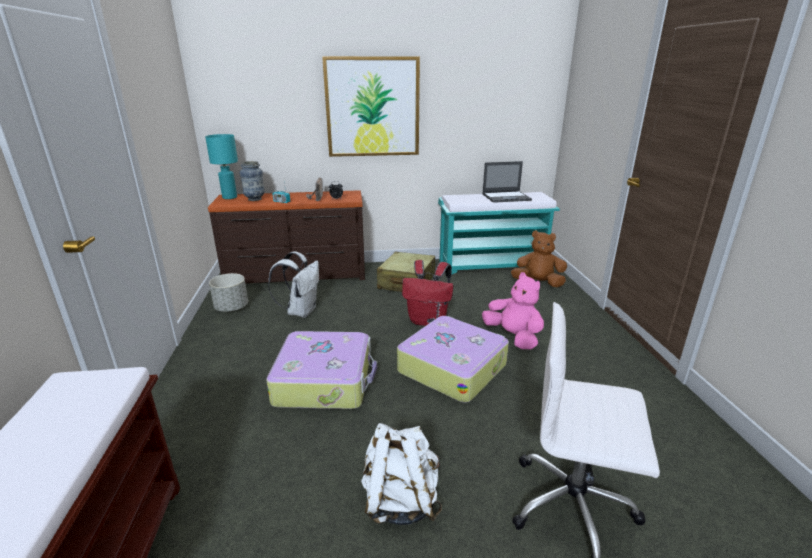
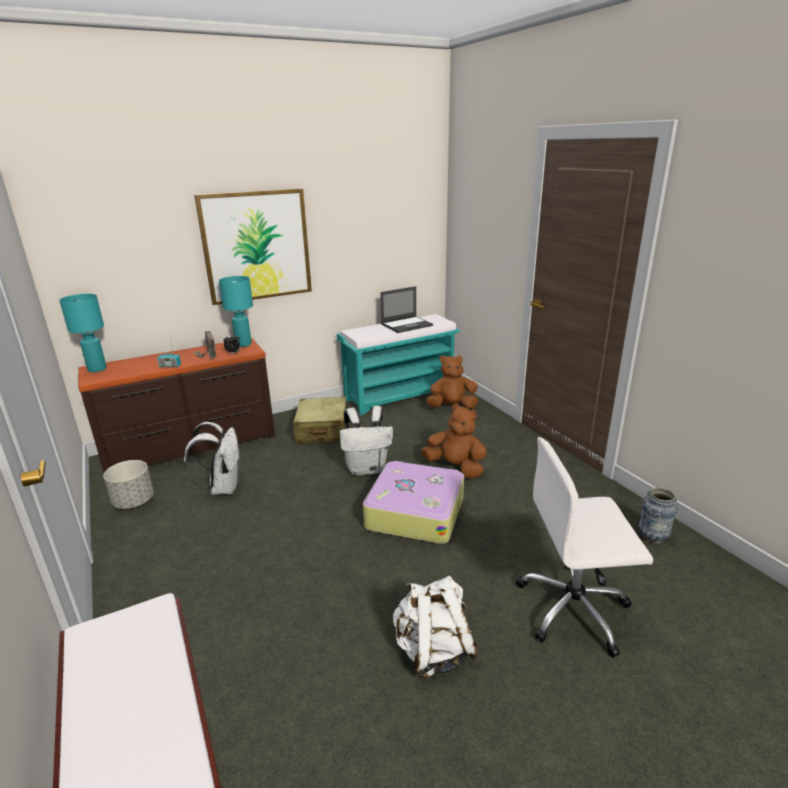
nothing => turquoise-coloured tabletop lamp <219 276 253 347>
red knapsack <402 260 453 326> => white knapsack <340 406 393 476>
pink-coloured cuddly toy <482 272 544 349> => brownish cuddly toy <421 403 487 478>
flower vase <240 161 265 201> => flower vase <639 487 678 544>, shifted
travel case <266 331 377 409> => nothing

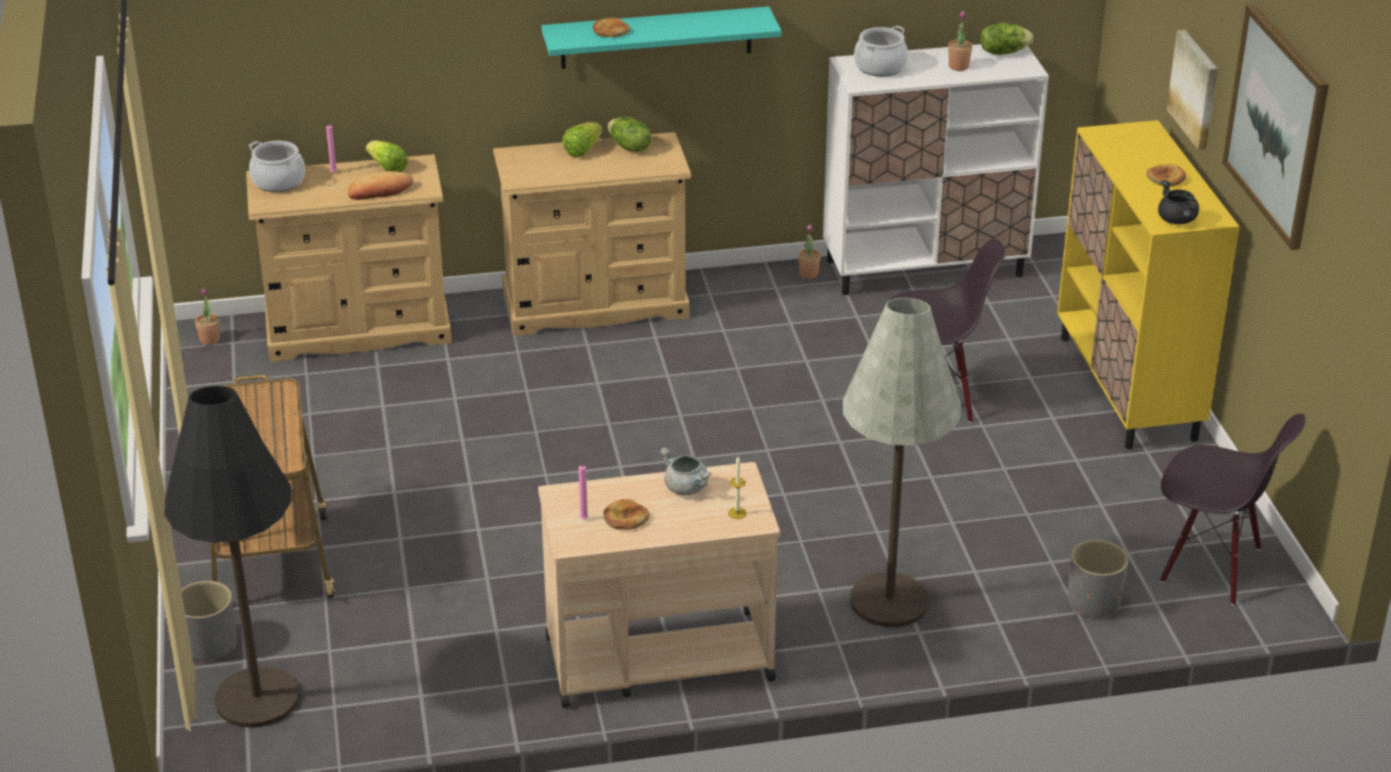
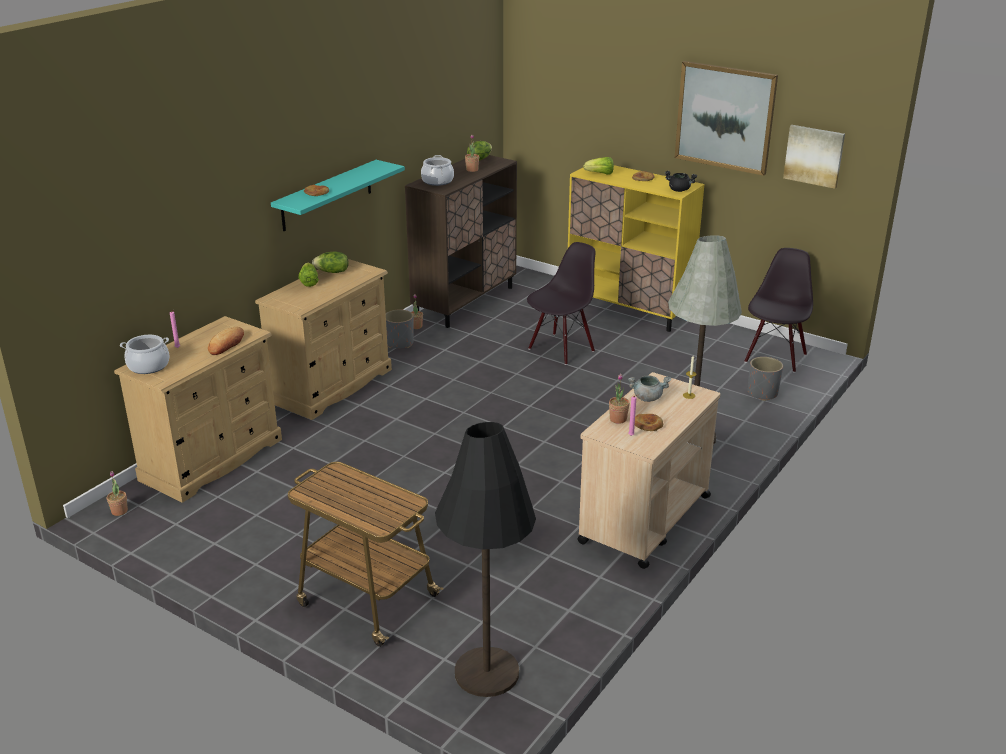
gray plant pot <181 581 237 663> => gray plant pot <386 310 414 348>, shifted
white cupboard <823 44 1049 295> => brownish cupboard <405 155 517 328>
lettuce head <366 141 408 172> => lettuce head <583 157 614 175>, shifted
nothing => potted plant <609 374 630 424>
blackish plain chair <1160 413 1305 606> => blackish plain chair <744 248 813 373>, 45 degrees counterclockwise
wall picture <1167 30 1218 150> => wall picture <783 125 845 189>, shifted

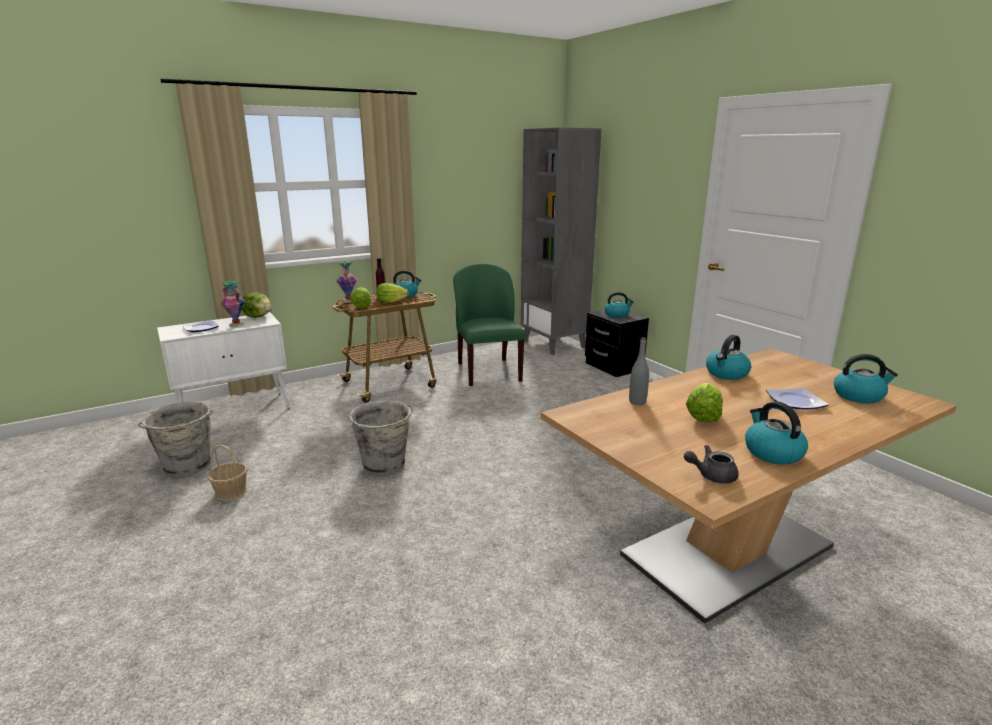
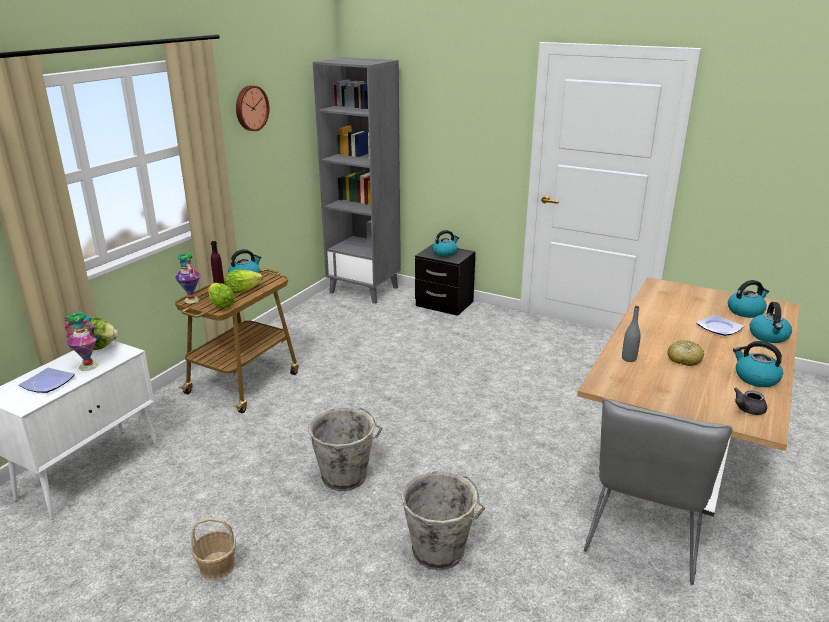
nothing => hanging clock <236 85 269 131>
gray bucket <137 402 213 477> => gray bucket <401 471 485 570>, shifted
nothing => gray plain chair <584 398 733 585>
lettuce head <686 383 723 422> => bread <667 340 704 366>
water kettle <706 335 751 380> => water kettle <750 302 792 343>, shifted
green-coloured plain chair <453 264 526 386> => nothing

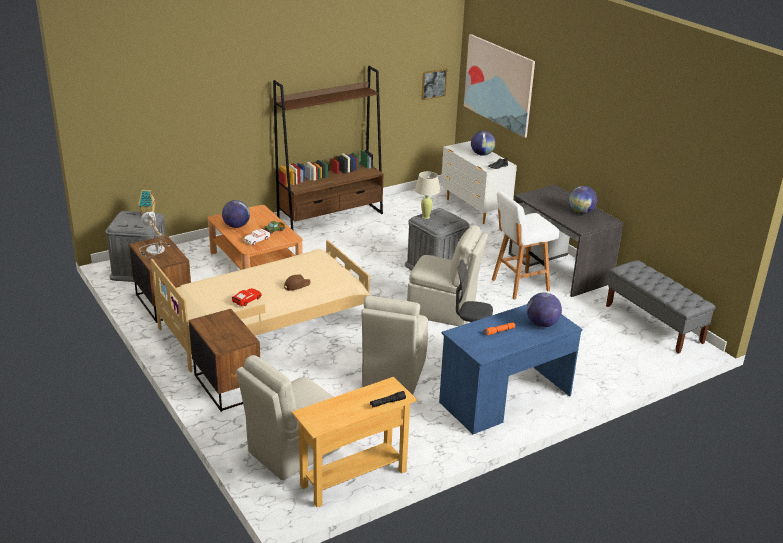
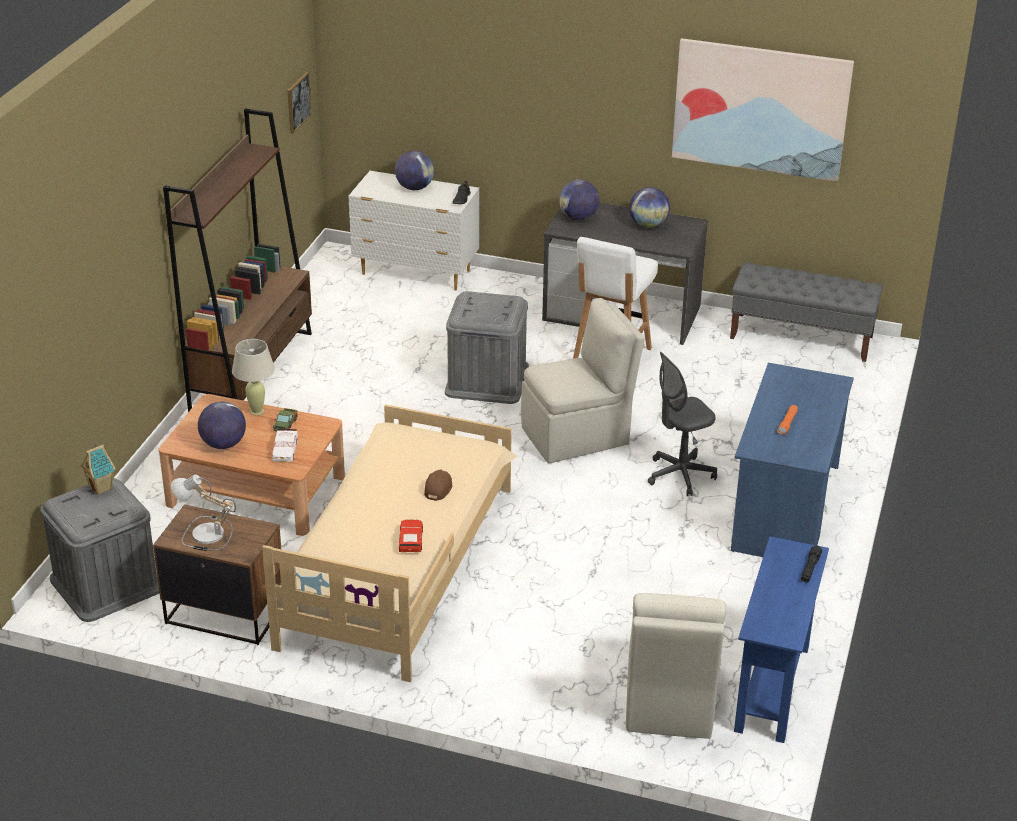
beige-coloured tabletop lamp <415 171 440 219> => beige-coloured tabletop lamp <232 339 275 415>, shifted
globe <527 292 562 327> => globe <559 180 600 220>, shifted
wall picture <464 34 535 138> => wall picture <672 38 854 182>, shifted
beige-coloured hall table <292 377 417 507> => bluish hall table <734 536 829 743>
brownish bedside table <189 309 260 412> => nothing
beige-coloured plain chair <362 296 428 395> => nothing

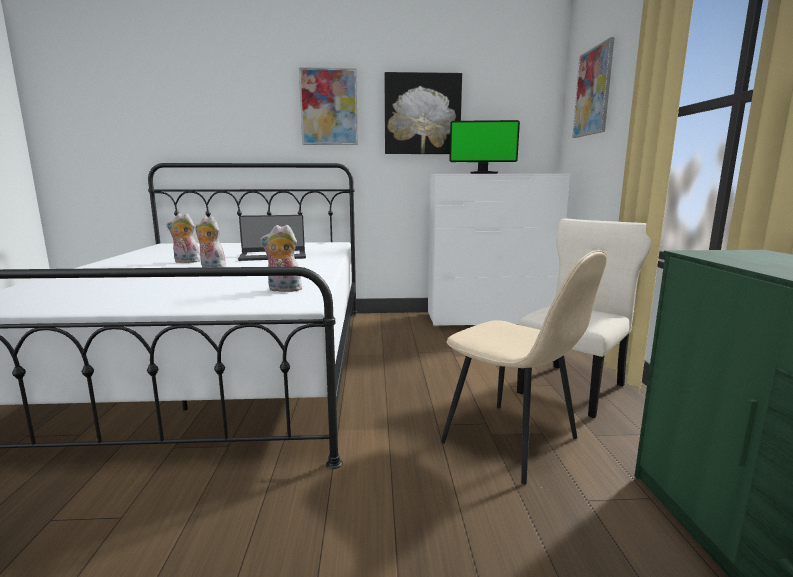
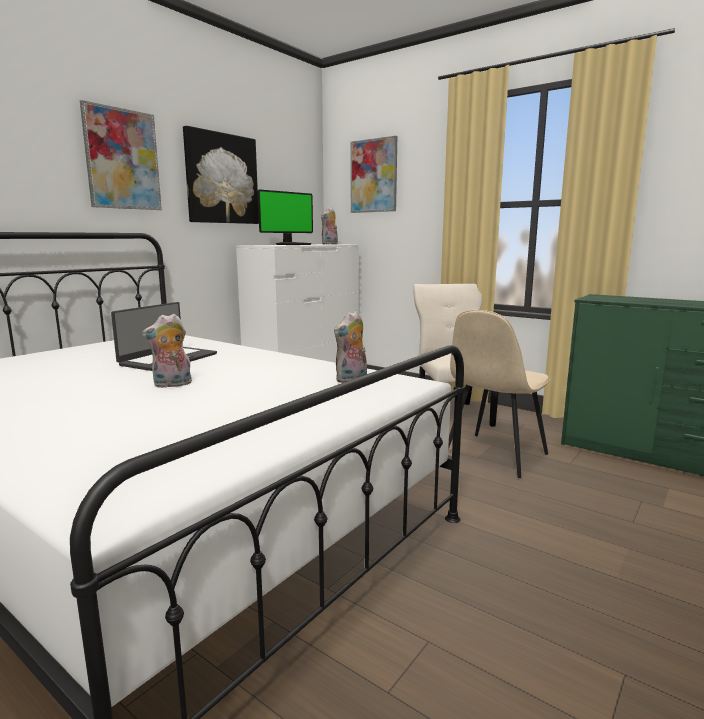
cuddly toy <167 213 201 263> => cuddly toy <321 207 338 244>, shifted
beige-coloured plain chair <441 250 607 485> => beige-coloured plain chair <448 310 550 478>, 135 degrees clockwise

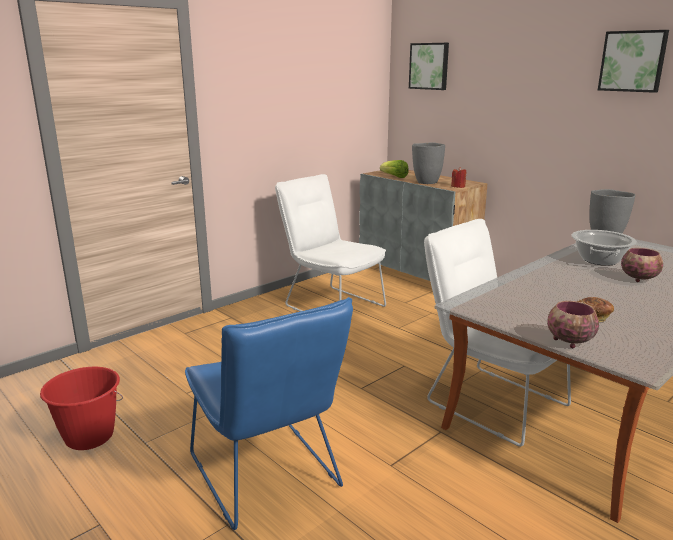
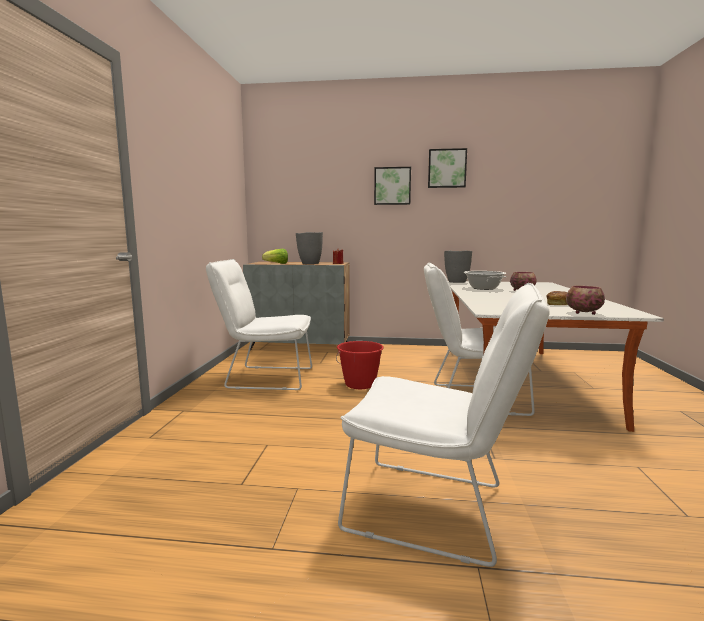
red bucket <40 367 123 450> => red bucket <336 341 384 389>, shifted
bluish plain chair <185 297 353 530> => white plain chair <338 283 549 567>
wall picture <409 43 449 90> => wall picture <374 167 411 205>, shifted

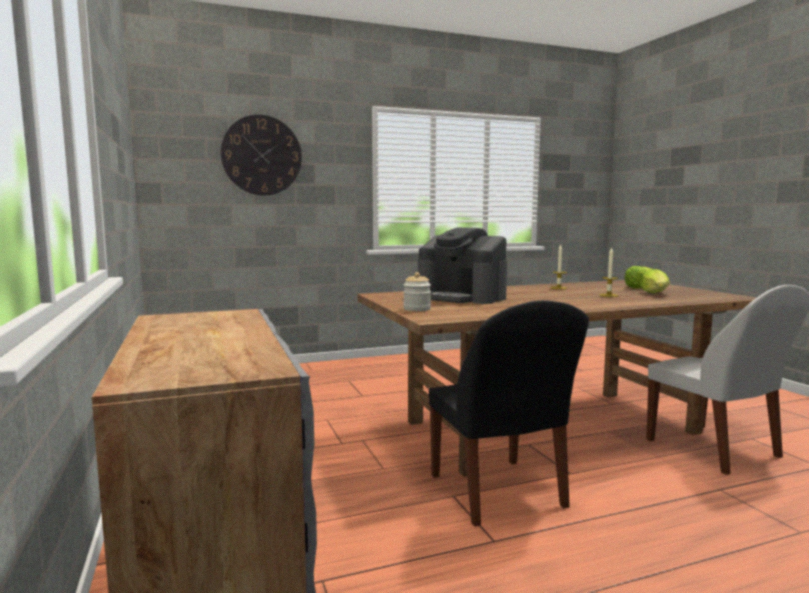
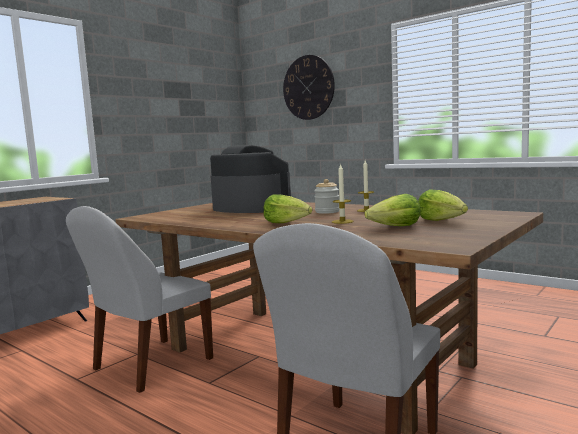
blackish plain chair <429 300 589 527> => white plain chair <66 206 213 393>
coffee brewer <418 227 507 304> => coffee brewer <210 145 291 213>, 120 degrees clockwise
nothing => lettuce head <264 194 312 223>
preserve jar <403 272 431 311> => preserve jar <314 179 339 214>, shifted

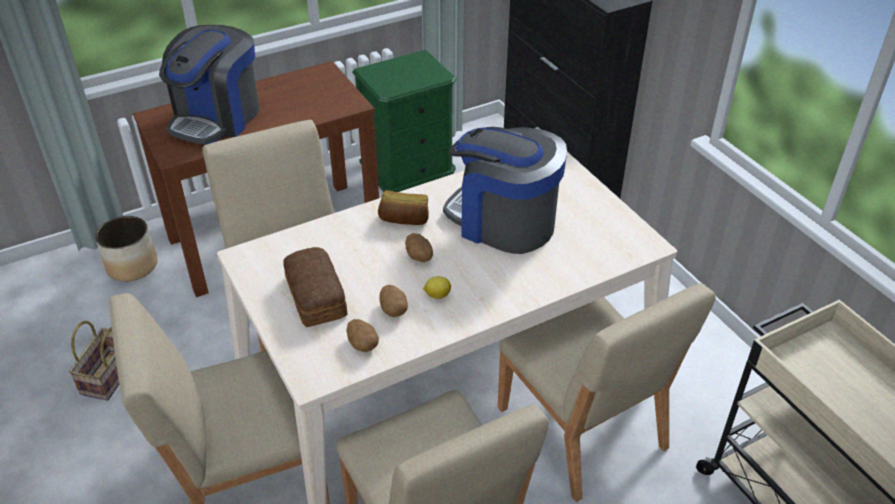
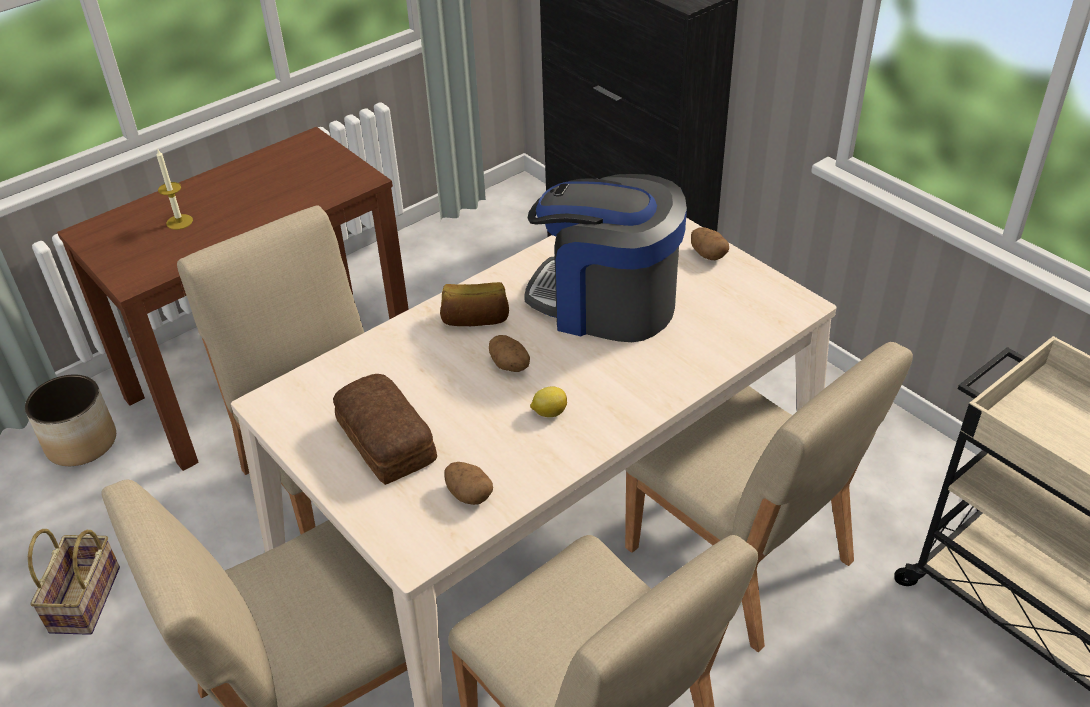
coffee brewer <159 25 259 145> => candle <157 148 193 230>
potato <379 285 408 317> => potato <691 227 729 260>, shifted
green-coloured bedside table <352 50 456 192> => nothing

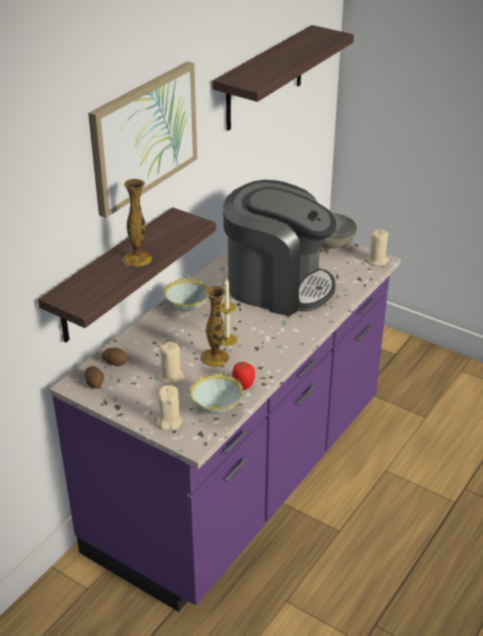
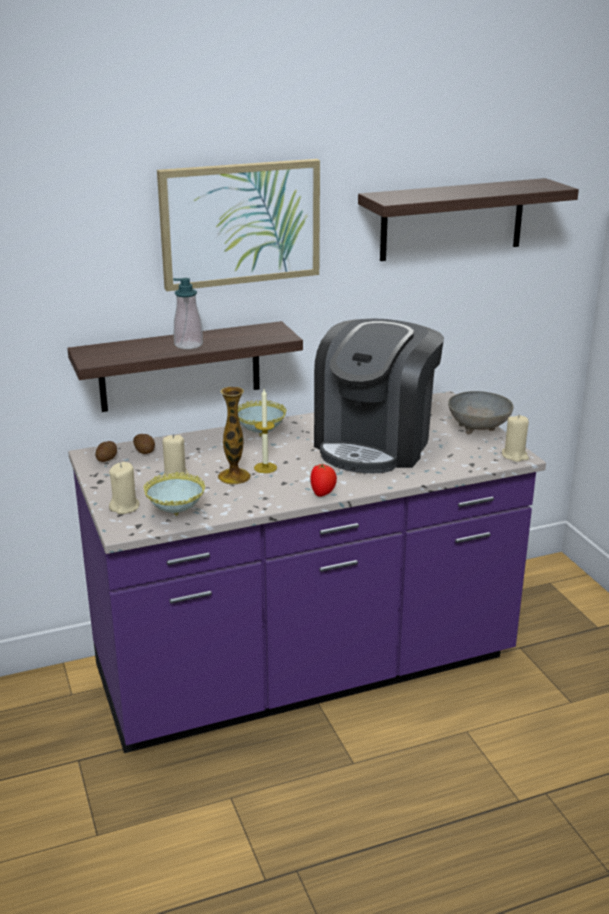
flower vase <122 179 152 267> => soap dispenser <173 278 203 349>
tomato <232 361 255 390> => tomato <310 463 337 497>, shifted
coffee brewer <223 180 336 316> => coffee brewer <314 318 444 473>, 60 degrees clockwise

